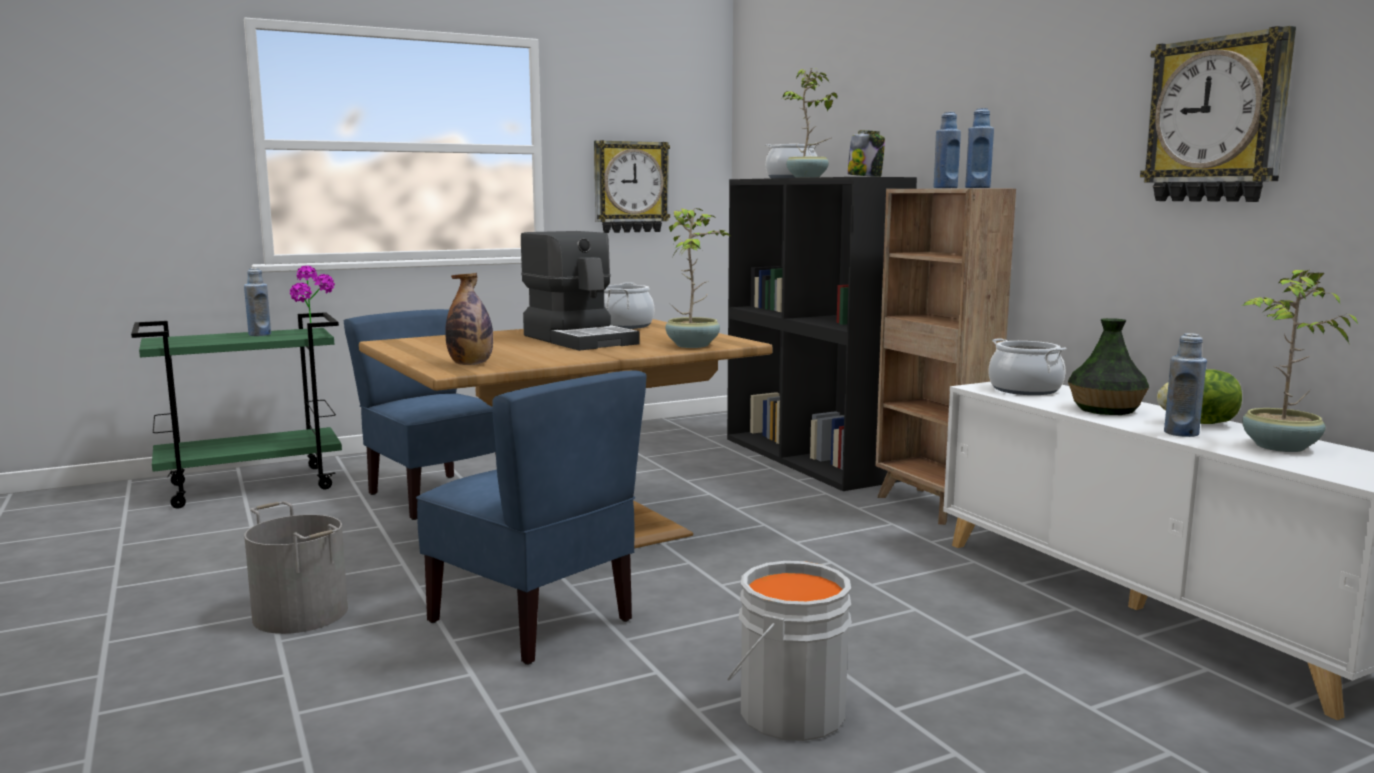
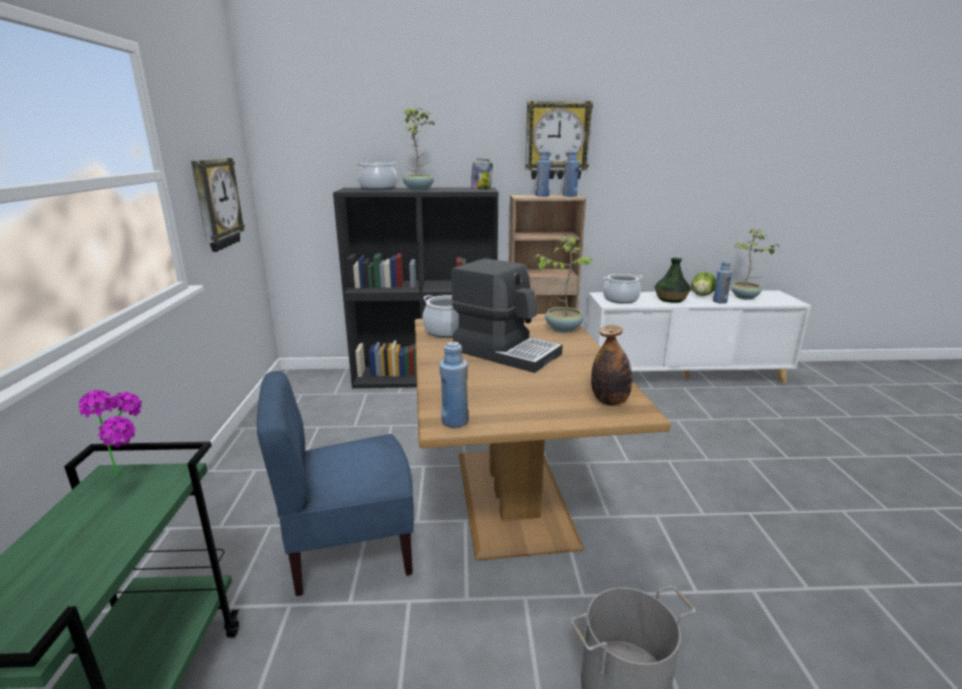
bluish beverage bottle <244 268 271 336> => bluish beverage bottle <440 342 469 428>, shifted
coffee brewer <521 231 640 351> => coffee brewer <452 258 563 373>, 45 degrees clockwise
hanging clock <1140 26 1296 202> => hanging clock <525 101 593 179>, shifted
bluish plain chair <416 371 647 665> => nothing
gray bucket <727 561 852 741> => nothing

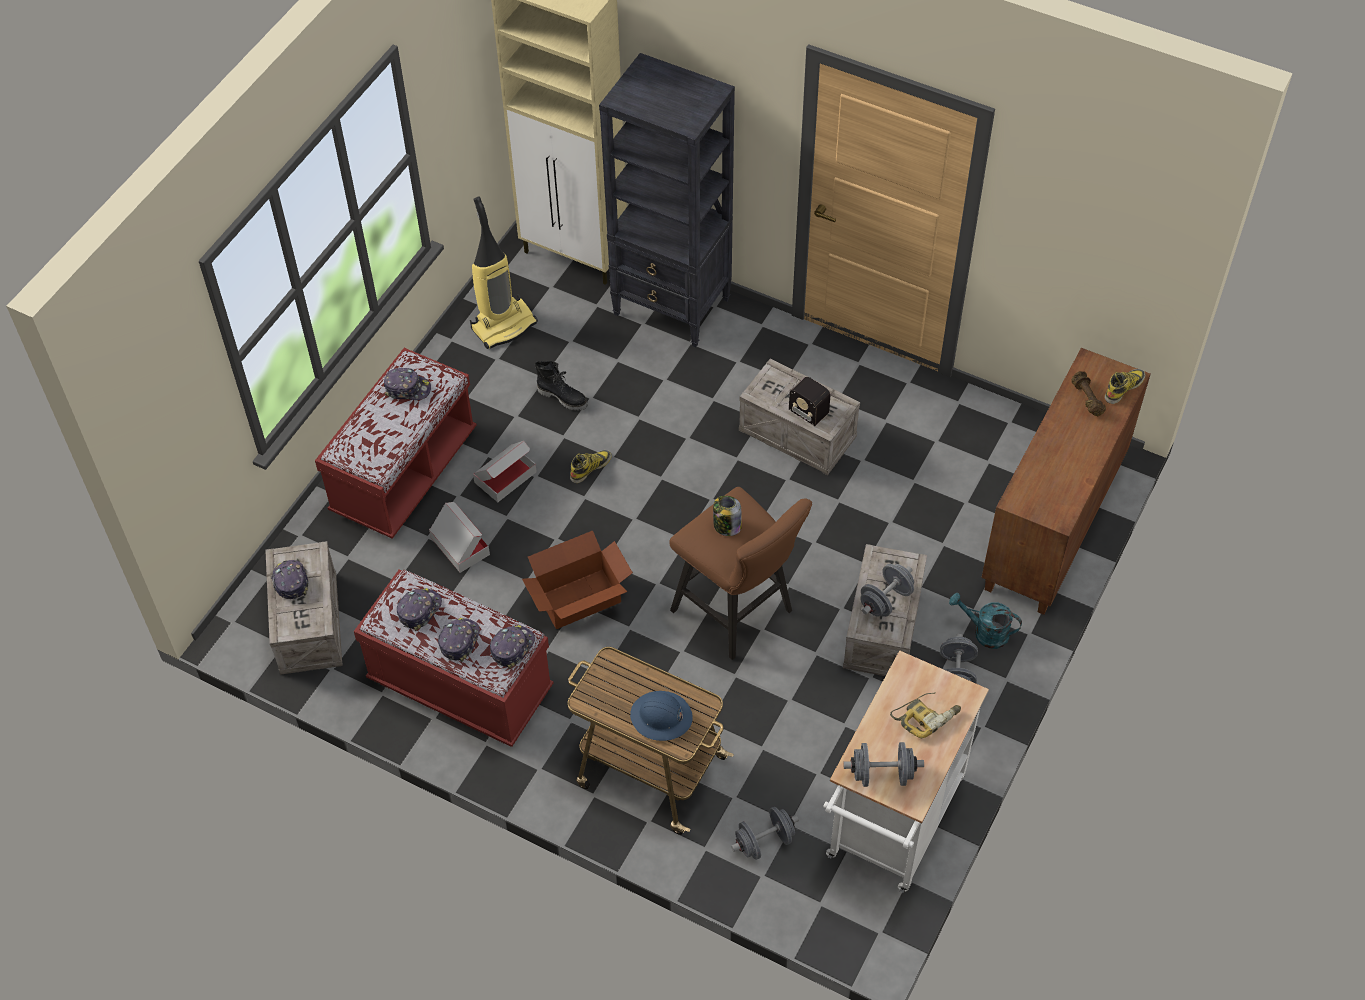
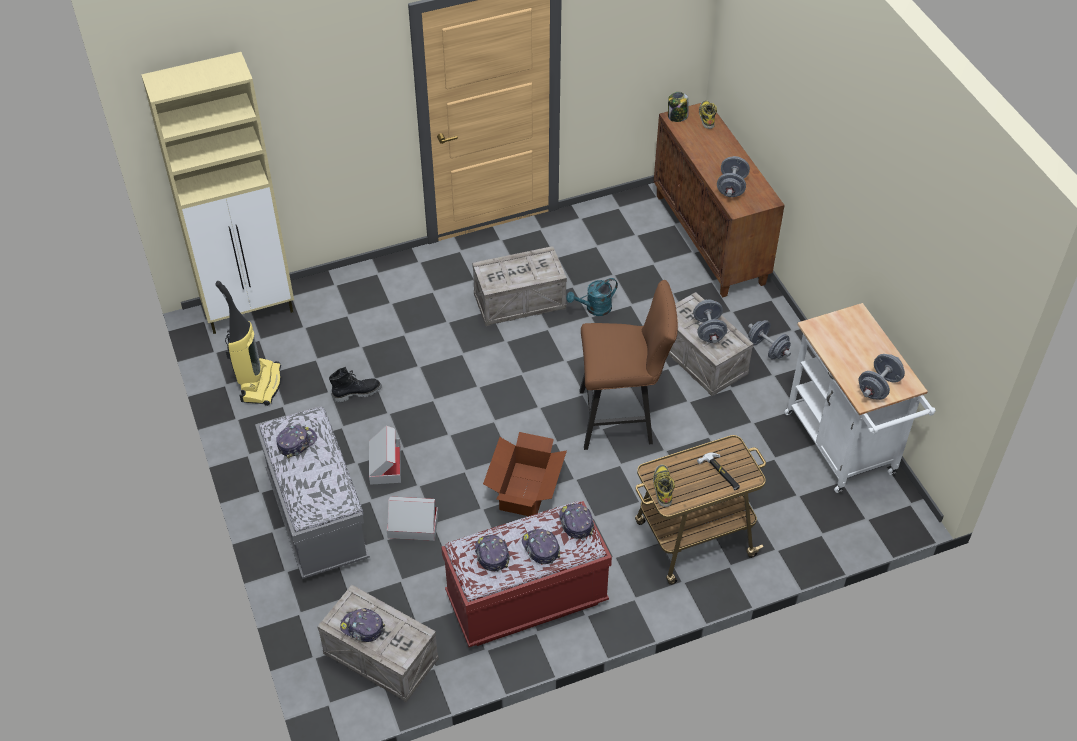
red bench <315 348 476 539> => gray bench <255 405 370 579>
turquoise-coloured watering pot <949 593 1022 649> => turquoise-coloured watering pot <566 278 618 316>, shifted
high-top boot <570 450 612 483> => high-top boot <653 465 675 507>, shifted
preserve jar <713 496 742 536> => preserve jar <668 92 688 122>, shifted
bluish work helmet <630 691 693 741> => hand hammer <697 453 740 490>
gray dumbbell <731 807 799 860> => gray dumbbell <717 156 750 197>, shifted
blackish shelving unit <599 53 735 347> => nothing
radio set <775 377 830 426> => nothing
drill <890 692 961 738> => nothing
brownish dumbbell <1072 371 1106 416> => nothing

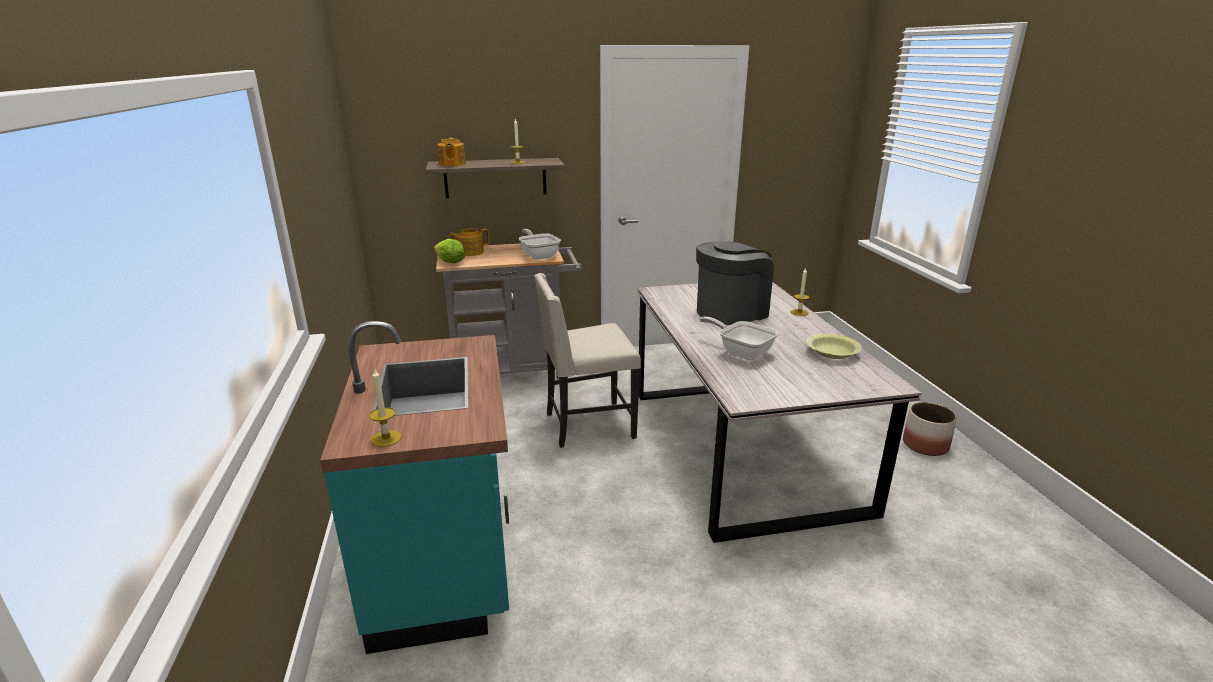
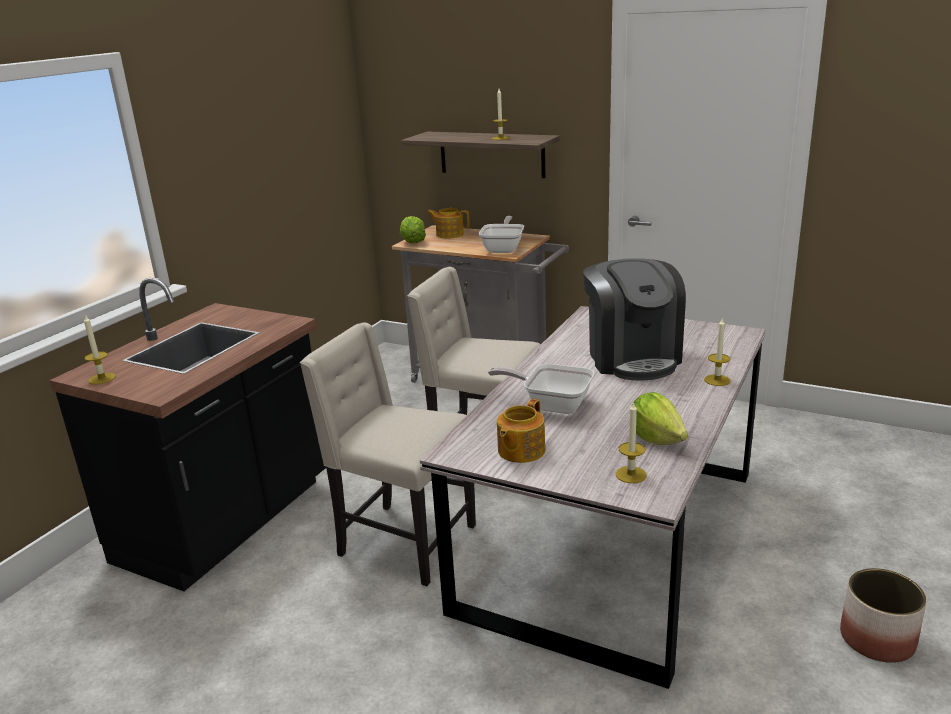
turquoise-coloured counter <320 321 509 654> => blackish counter <50 278 326 591>
nothing => beige-coloured plain chair <300 322 476 586>
pan <700 317 779 361> => pan <488 364 594 414>, 60 degrees counterclockwise
pot for tea <437 138 466 166> => pot for tea <497 399 545 463>, shifted
coffee brewer <696 241 774 325> => coffee brewer <583 258 686 380>, 75 degrees clockwise
nothing => candle <616 401 647 483>
yellow-coloured bowl <807 334 862 359> => lettuce head <634 392 688 445>

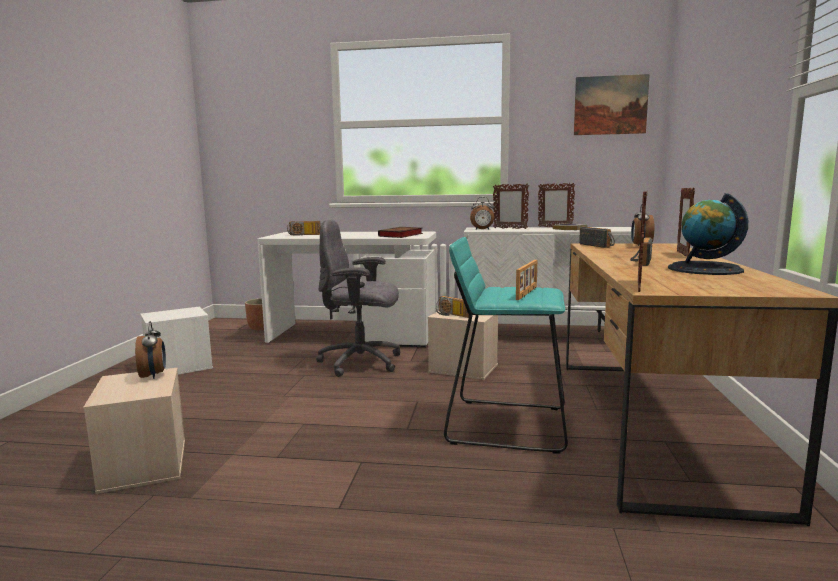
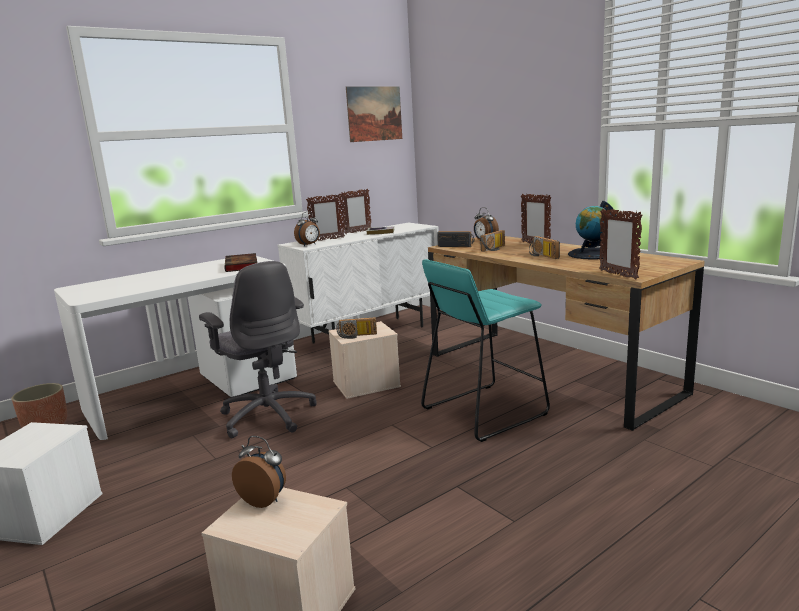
gray office chair <316 219 400 377> => gray office chair <199 261 317 438>, 90 degrees counterclockwise
radio set <287 221 321 236> => radio set <480 230 505 252>, shifted
picture frame <516 260 537 300> => nothing

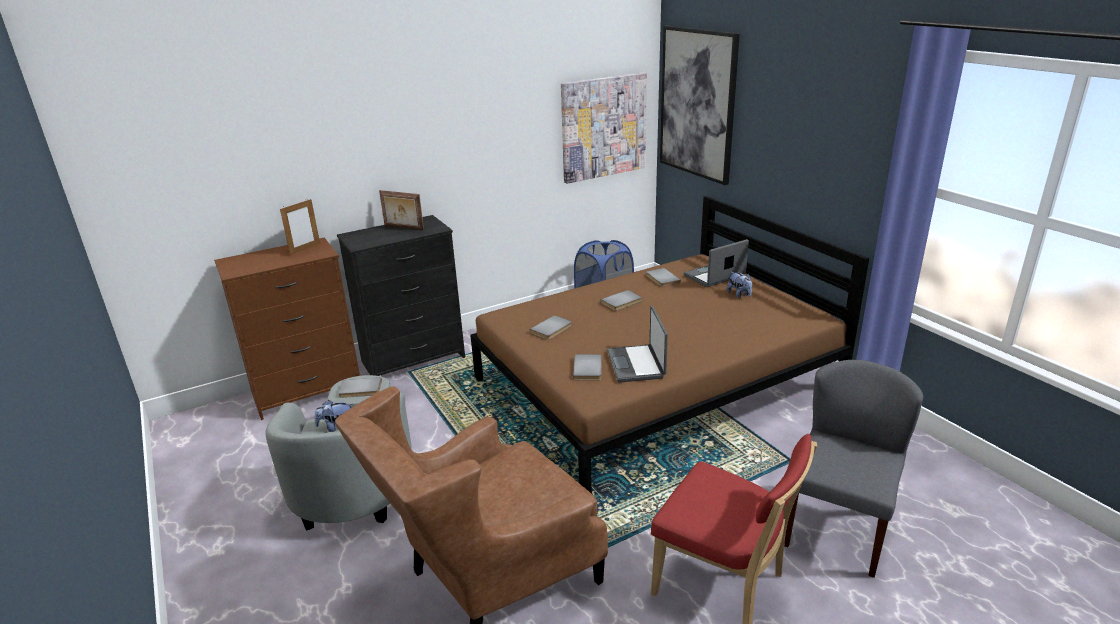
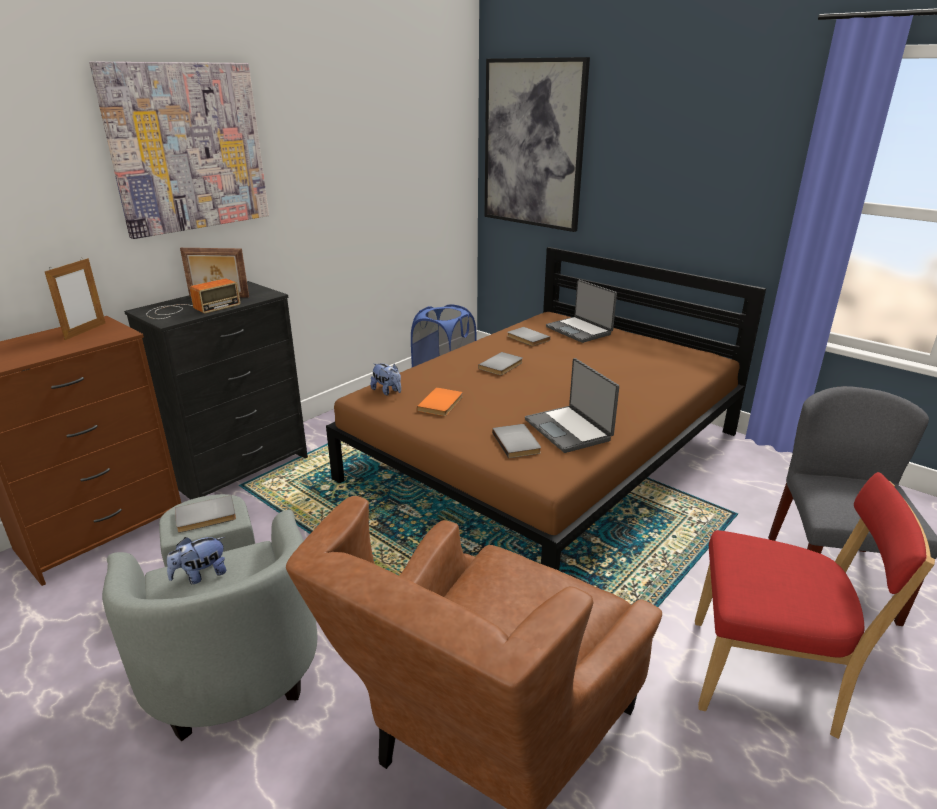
wall picture <561 72 647 184> => wall picture <89 62 269 239>, shifted
nothing => radio set <146 278 241 319>
cuddly toy <727 272 752 298> => cuddly toy <371 363 401 395>, shifted
gray bound book <530 315 572 340> => orange bound book <417 387 463 416>
laptop <683 239 749 287> => laptop <546 280 617 343>, 75 degrees counterclockwise

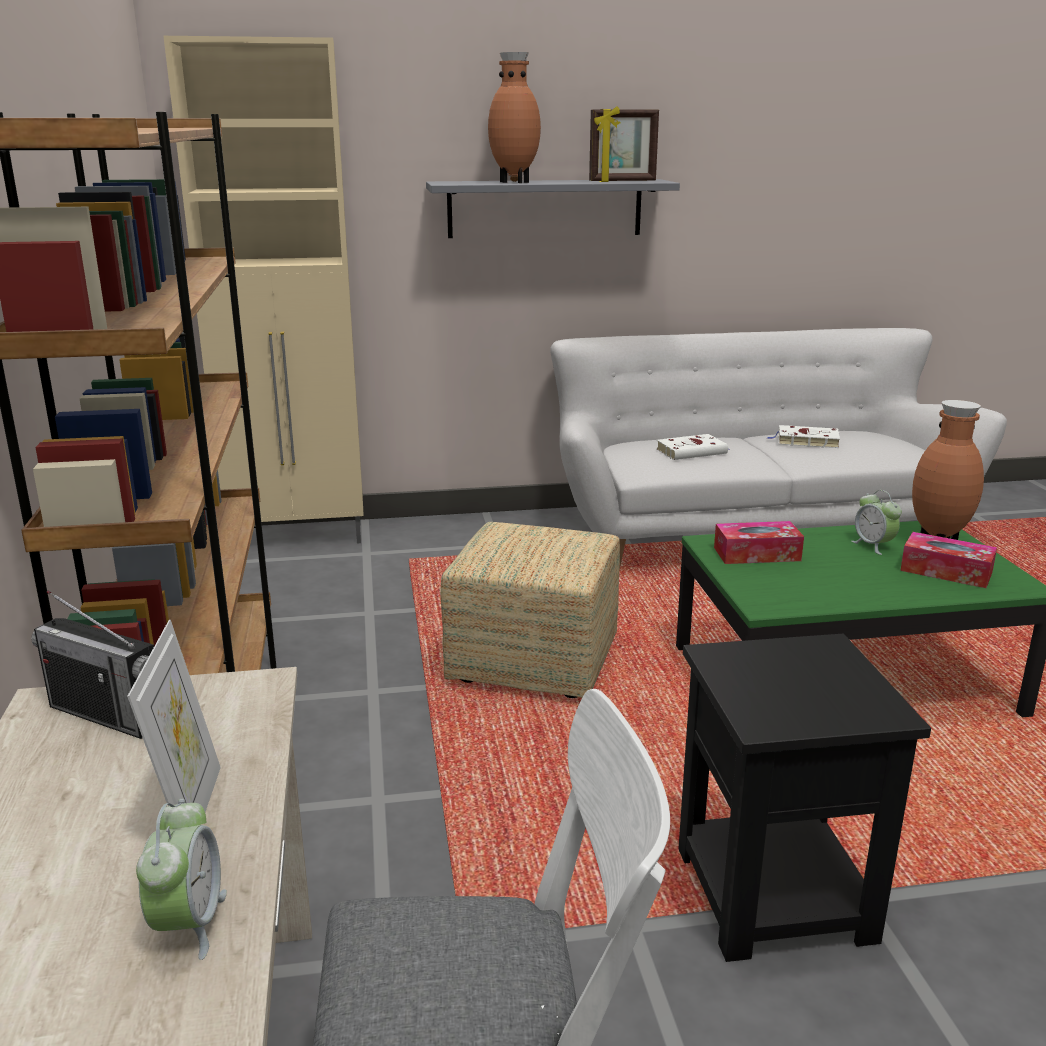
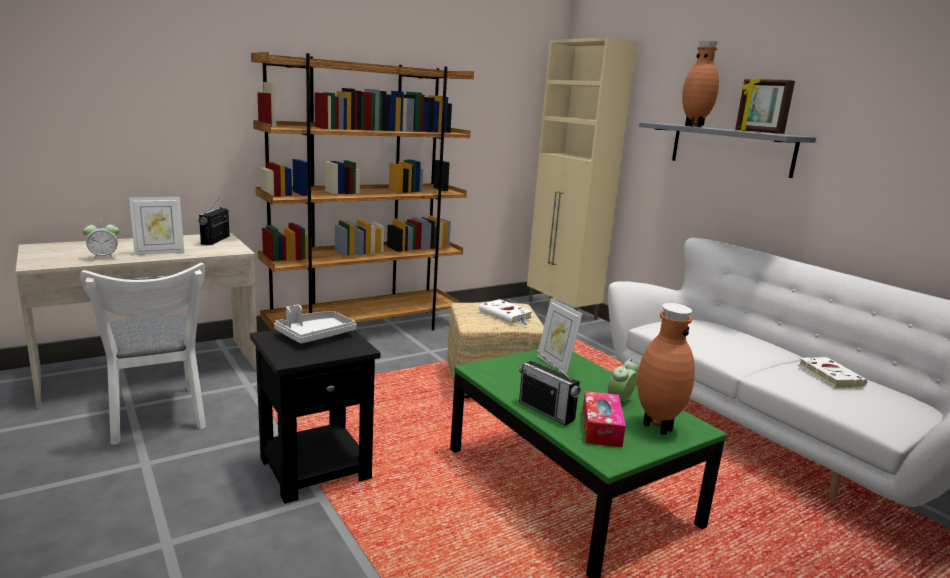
nothing => gray tray <274 305 357 344>
white bound book <656 434 729 460> => white bound book <479 299 533 325>, shifted
nothing => radio set <519 347 581 425>
tissue holder <714 521 804 564> => picture frame <537 298 582 375>

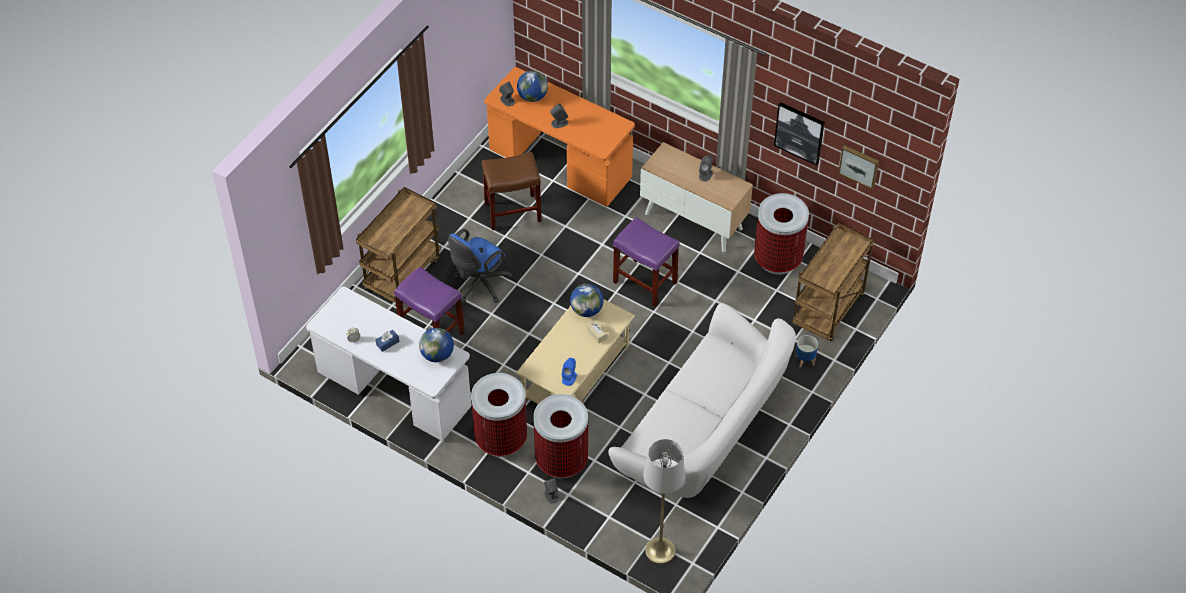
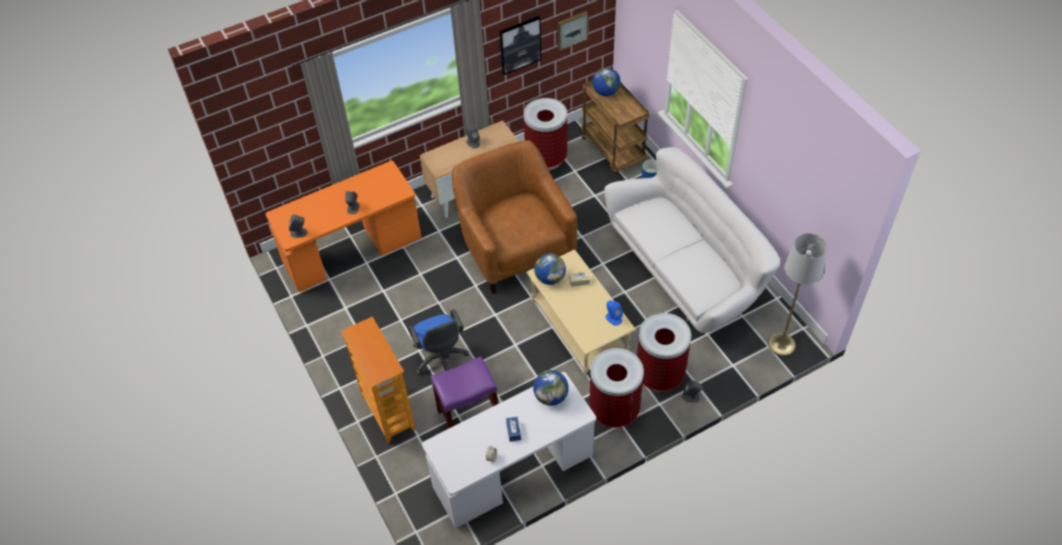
brownish wheeled cart <356 187 441 302> => shelving unit <341 317 416 443>
purple stool seat <613 217 680 307> => brownish easy chair <452 140 577 294>
globe <517 71 548 102> => globe <592 68 621 96>, shifted
brownish stool seat <482 152 541 230> => nothing

